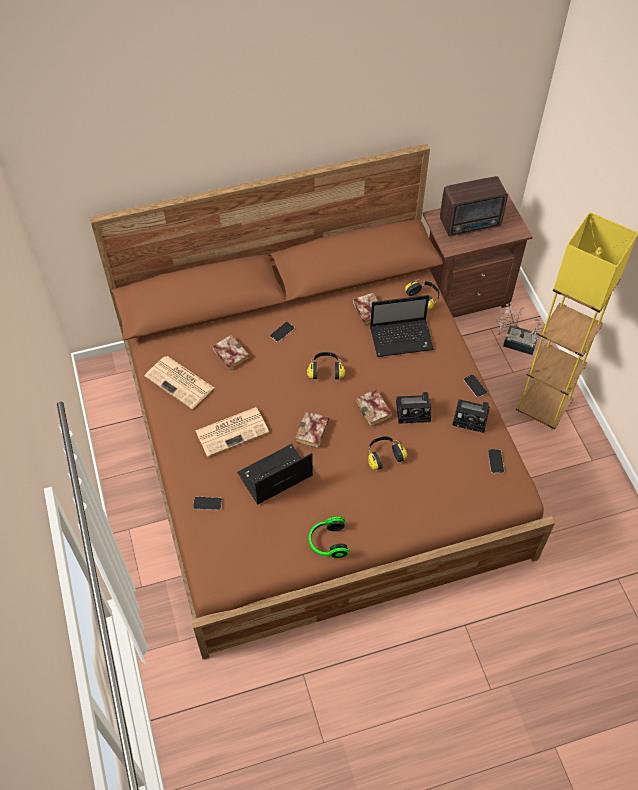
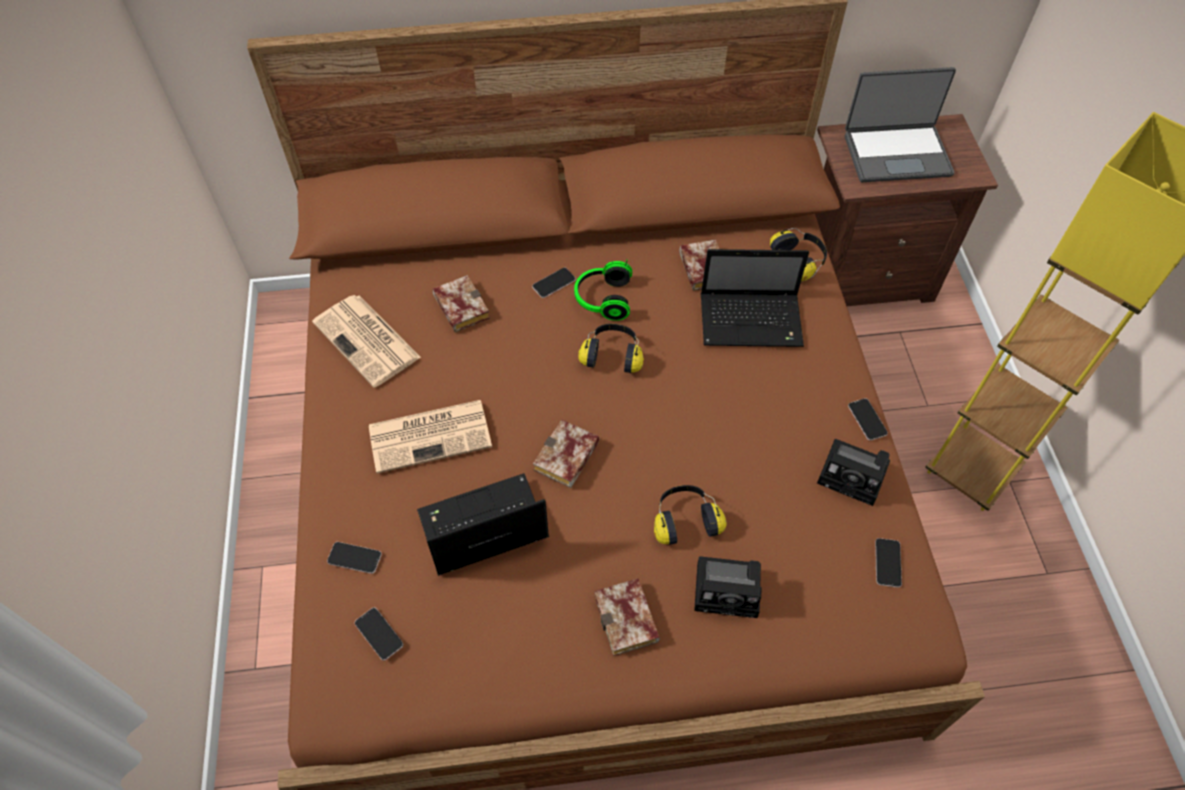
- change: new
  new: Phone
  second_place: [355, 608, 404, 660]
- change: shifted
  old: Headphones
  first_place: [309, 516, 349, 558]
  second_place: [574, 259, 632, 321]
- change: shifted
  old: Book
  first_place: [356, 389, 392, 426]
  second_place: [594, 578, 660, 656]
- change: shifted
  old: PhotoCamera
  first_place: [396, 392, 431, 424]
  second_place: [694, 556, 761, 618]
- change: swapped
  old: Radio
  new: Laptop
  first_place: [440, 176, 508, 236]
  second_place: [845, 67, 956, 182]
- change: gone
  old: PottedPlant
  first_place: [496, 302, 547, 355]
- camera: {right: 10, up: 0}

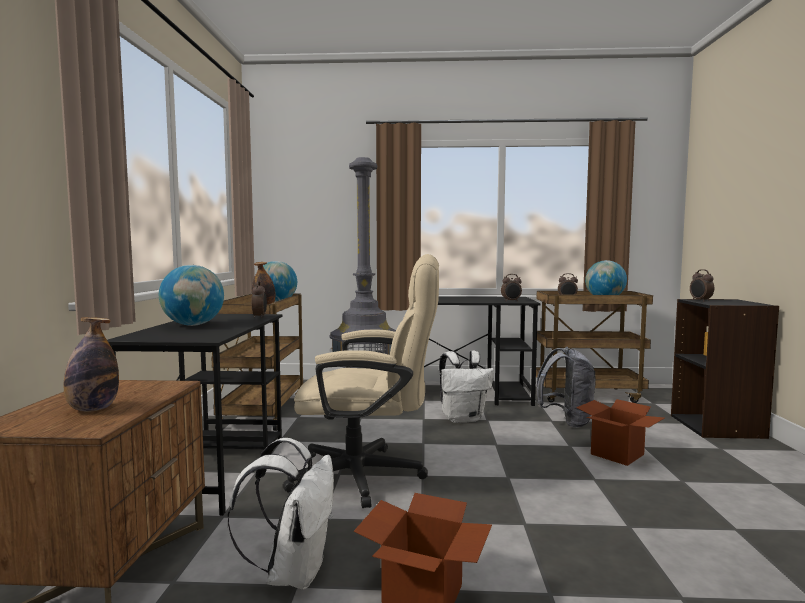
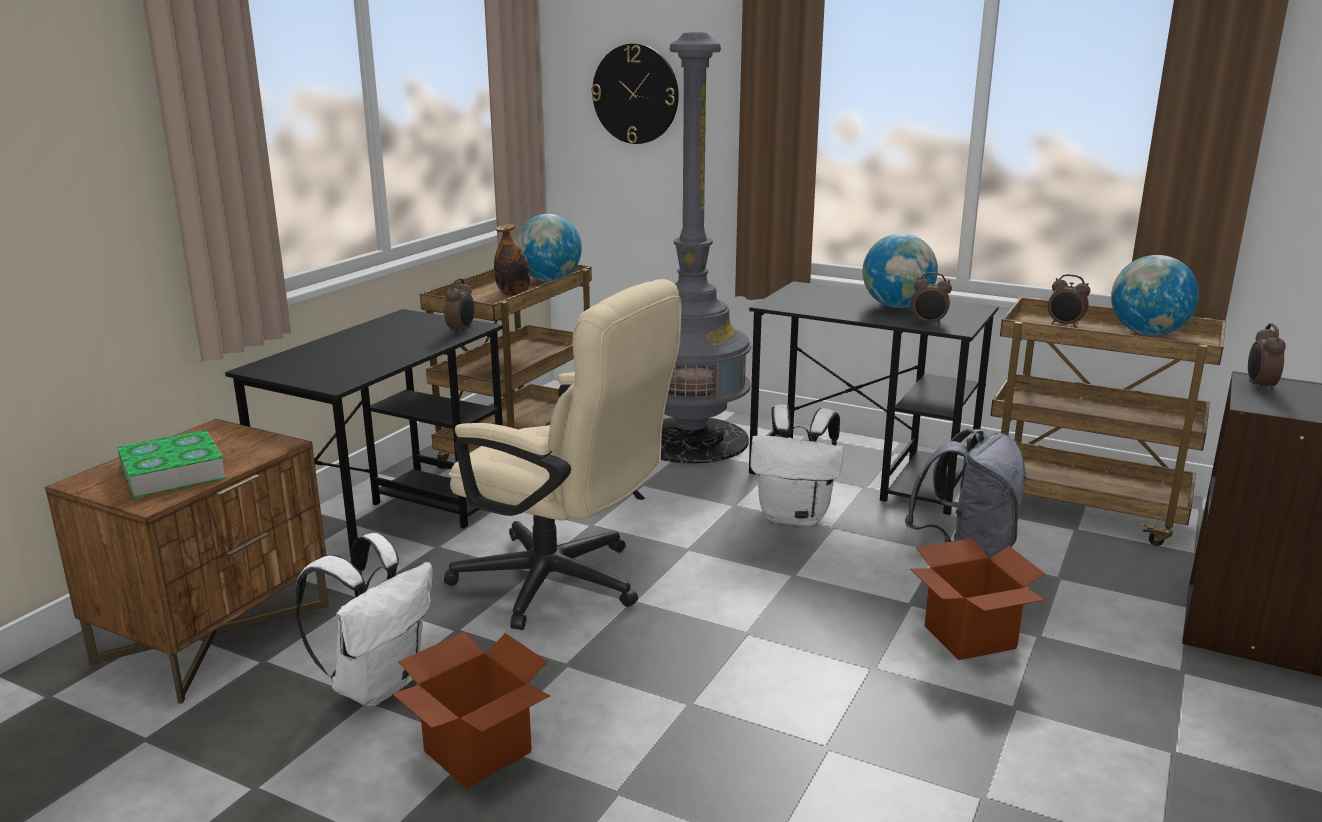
- change: swapped
  old: Bottle
  new: Book
  first_place: [64, 317, 119, 412]
  second_place: [117, 430, 227, 498]
- change: new
  new: WallClock
  second_place: [591, 44, 679, 144]
- change: shifted
  old: Globe
  first_place: [159, 265, 224, 326]
  second_place: [863, 233, 938, 308]
- camera: {right: 25, up: 15}

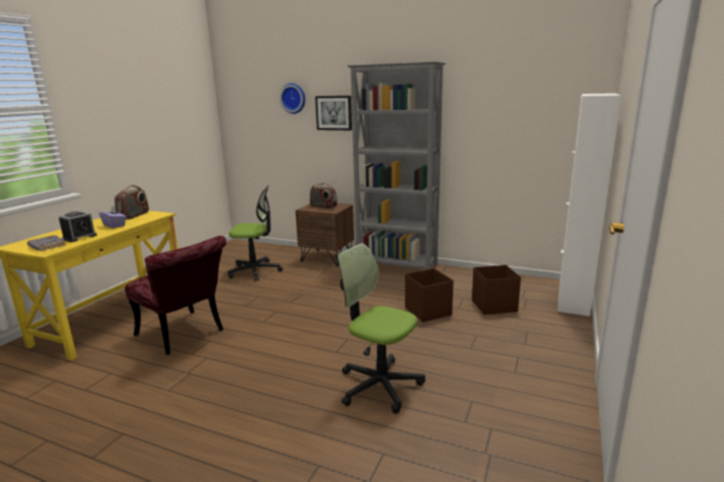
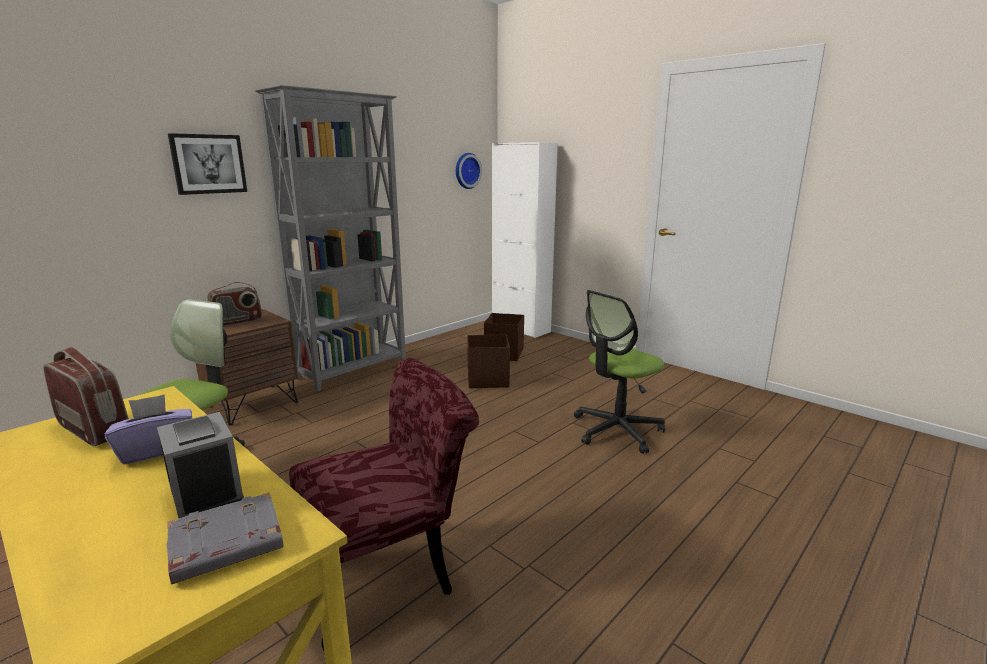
- change: shifted
  old: WallClock
  first_place: [280, 83, 305, 114]
  second_place: [456, 153, 482, 189]
- camera: {right: -70, up: 0}

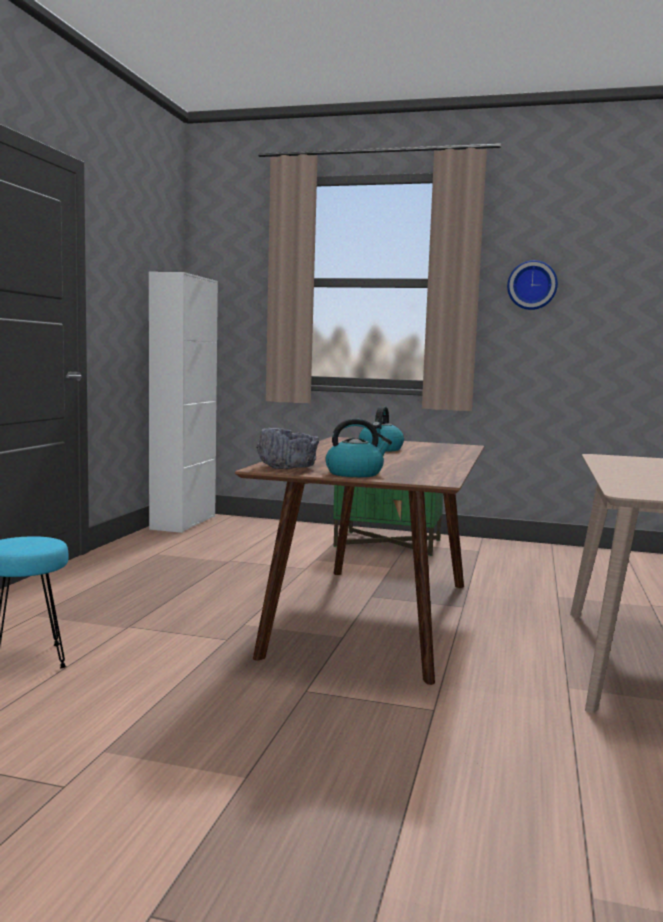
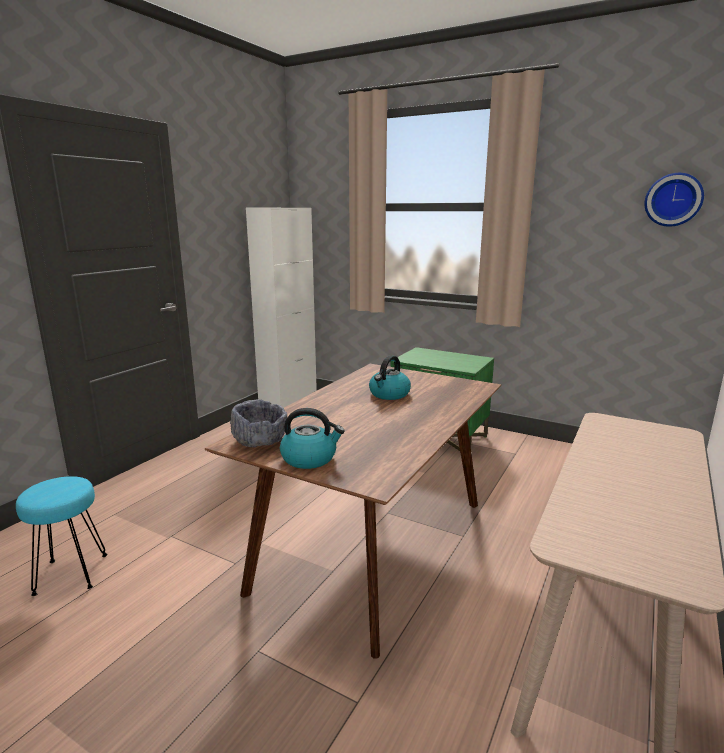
- change: shifted
  old: WallClock
  first_place: [507, 260, 558, 310]
  second_place: [644, 173, 704, 227]
- camera: {right: 15, up: 10}

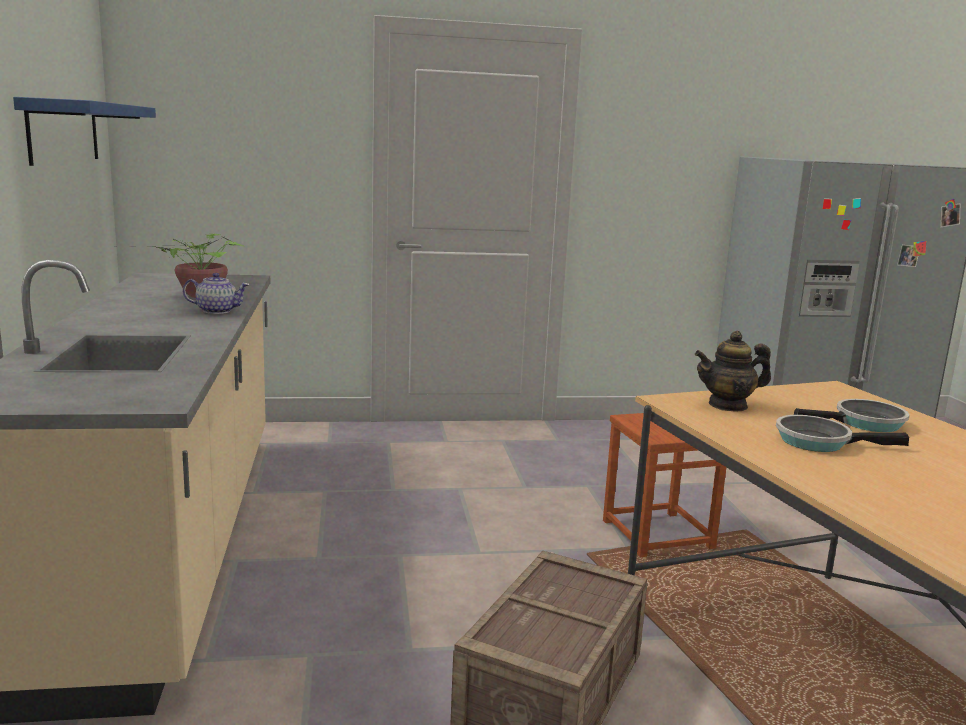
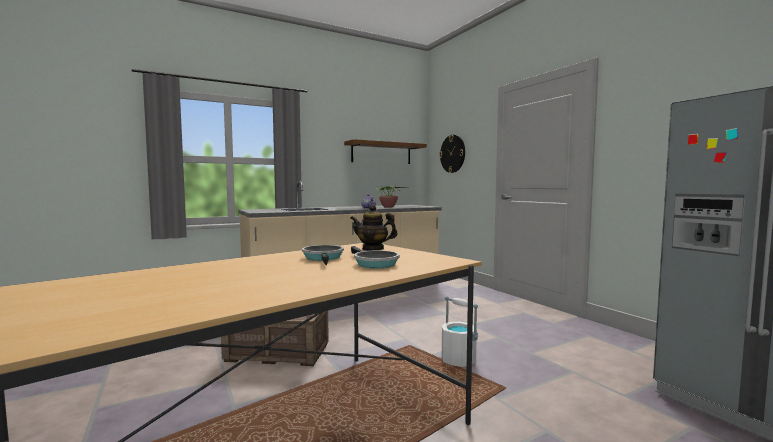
- change: repainted
  old: BlueShelf
  new: BrownShelf
  first_place: [13, 97, 156, 166]
  second_place: [344, 139, 427, 164]
- change: rotated
  old: Teapot
  first_place: [695, 331, 771, 412]
  second_place: [350, 205, 397, 251]
  degrees: -45
- change: new
  new: WallClock
  second_place: [439, 135, 465, 173]
- change: swapped
  old: BrownStool
  new: WhiteBucket
  first_place: [603, 413, 727, 557]
  second_place: [442, 296, 478, 367]
- camera: {right: 70, up: -10}

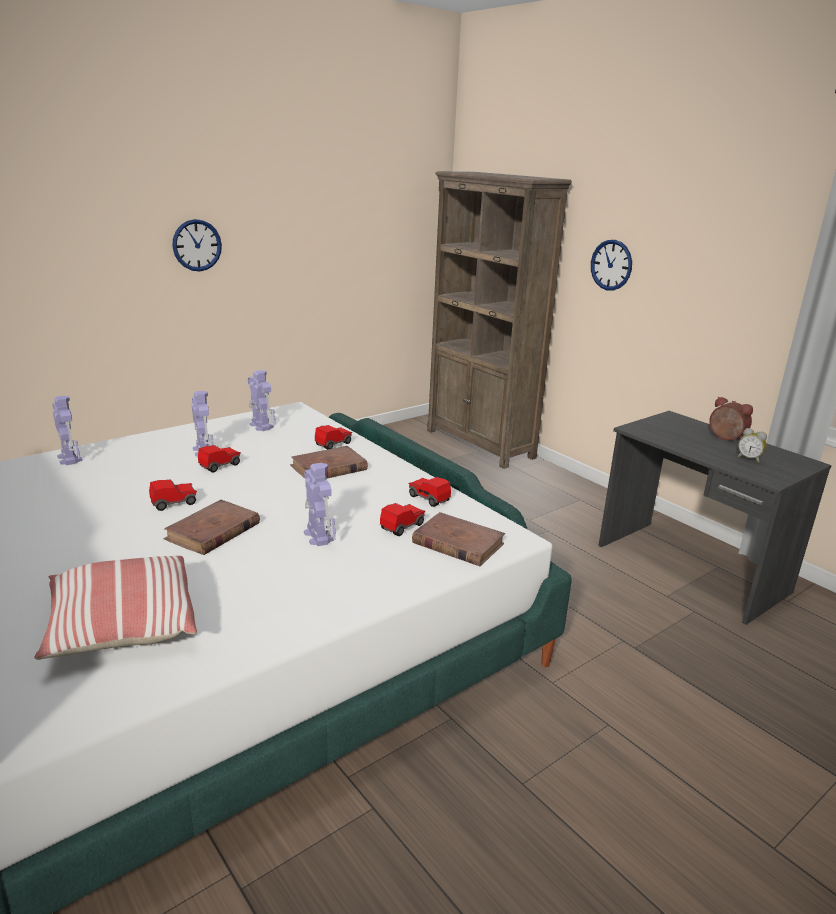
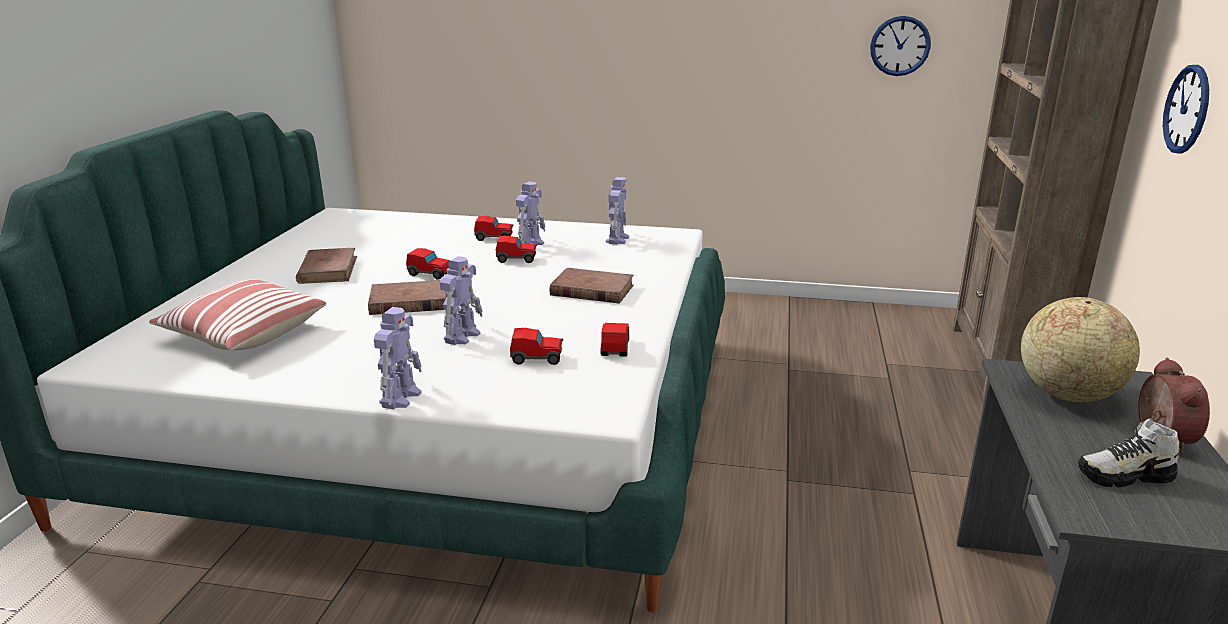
- change: shifted
  old: BrownBook
  first_place: [412, 512, 505, 566]
  second_place: [296, 248, 357, 284]
- change: shifted
  old: ToyRobot
  first_place: [53, 396, 83, 465]
  second_place: [374, 307, 422, 409]
- change: shifted
  old: ToyCar
  first_place: [315, 425, 352, 450]
  second_place: [474, 216, 513, 241]
- change: shifted
  old: WallClock
  first_place: [172, 219, 222, 271]
  second_place: [870, 16, 931, 76]
- change: new
  new: Globe
  second_place: [1021, 297, 1140, 402]
- change: swapped
  old: AlarmClock
  new: Shoe
  first_place: [738, 428, 767, 463]
  second_place: [1078, 418, 1180, 487]
- camera: {right: 50, up: 0}

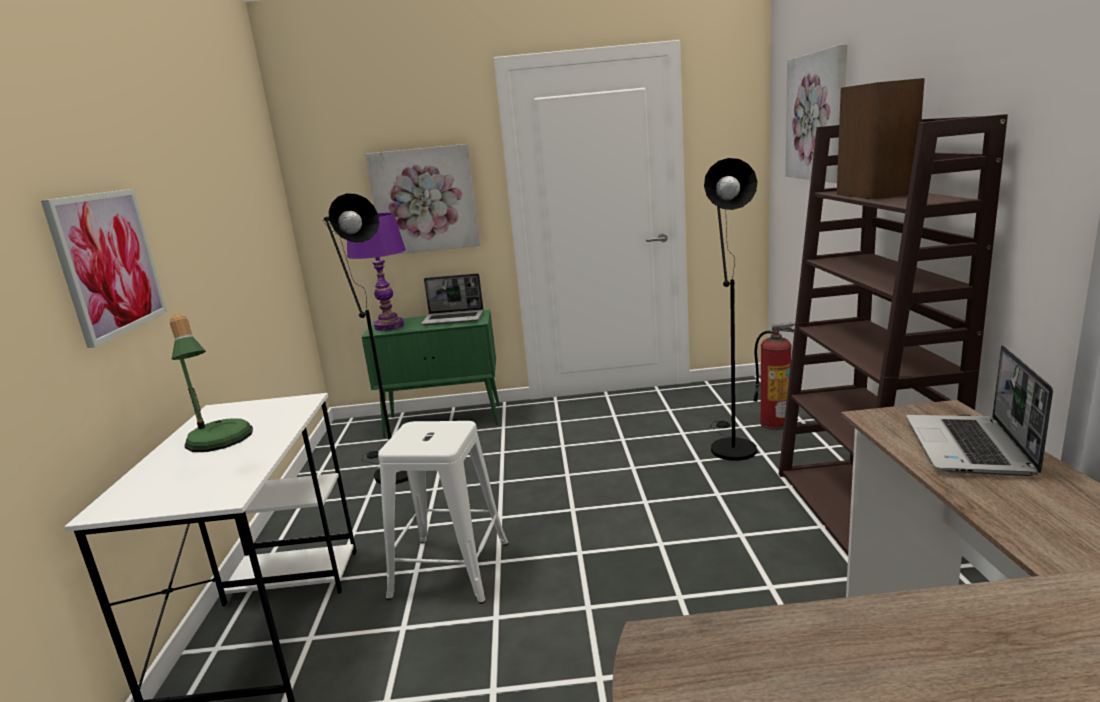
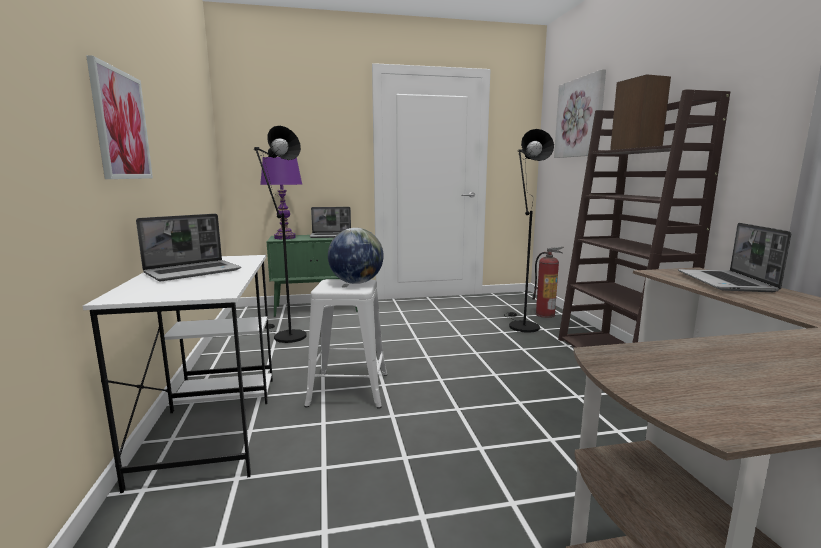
- change: swapped
  old: TableLamp
  new: Laptop
  first_place: [170, 314, 253, 452]
  second_place: [136, 214, 241, 281]
- change: new
  new: Globe
  second_place: [328, 228, 384, 284]
- change: gone
  old: Picture
  first_place: [365, 144, 480, 255]
- camera: {right: -10, up: -5}

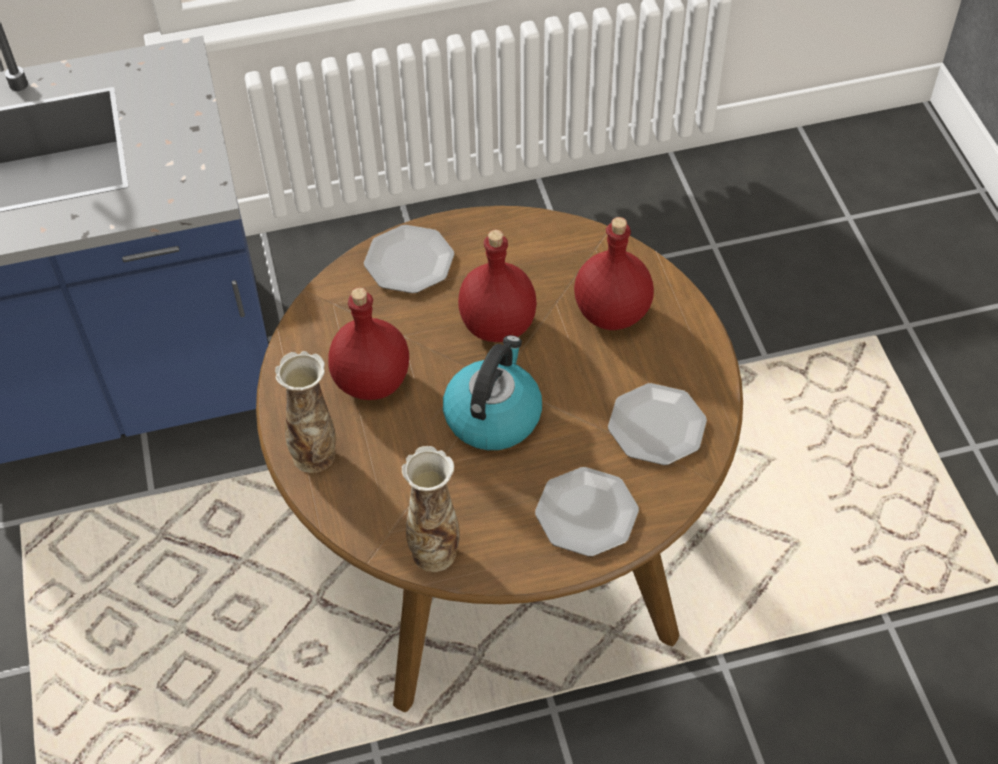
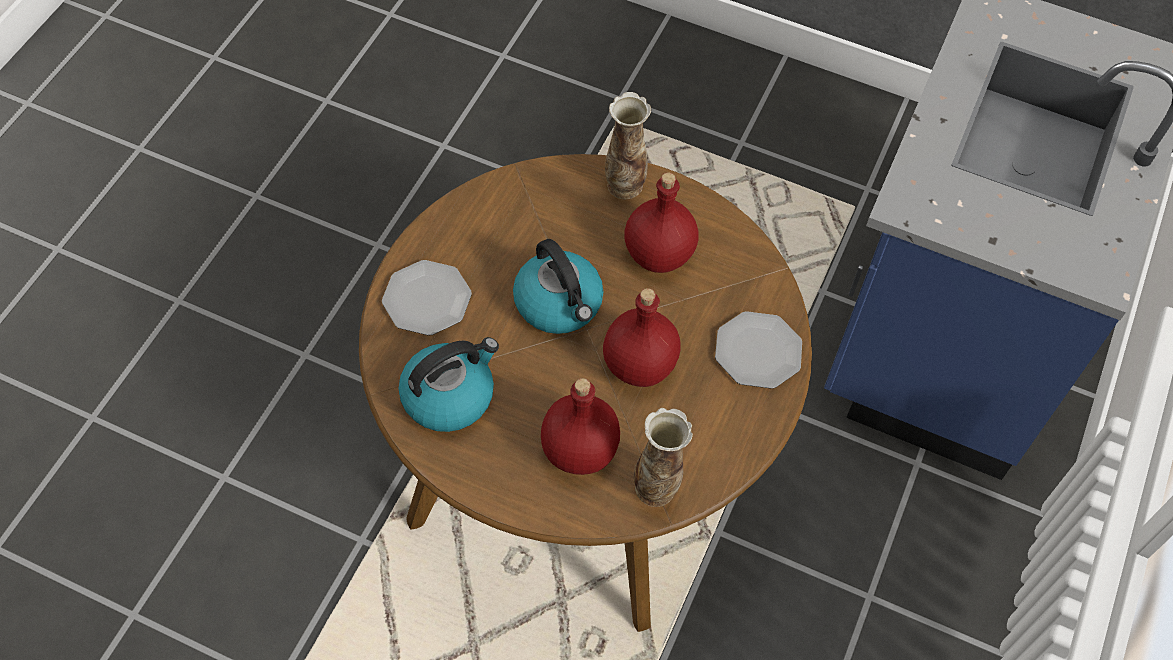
- change: swapped
  old: Plate
  new: Kettle
  first_place: [608, 383, 707, 465]
  second_place: [399, 337, 499, 432]
- change: shifted
  old: Vase
  first_place: [402, 446, 460, 572]
  second_place: [634, 408, 693, 507]
- camera: {right: 125, up: 5}

